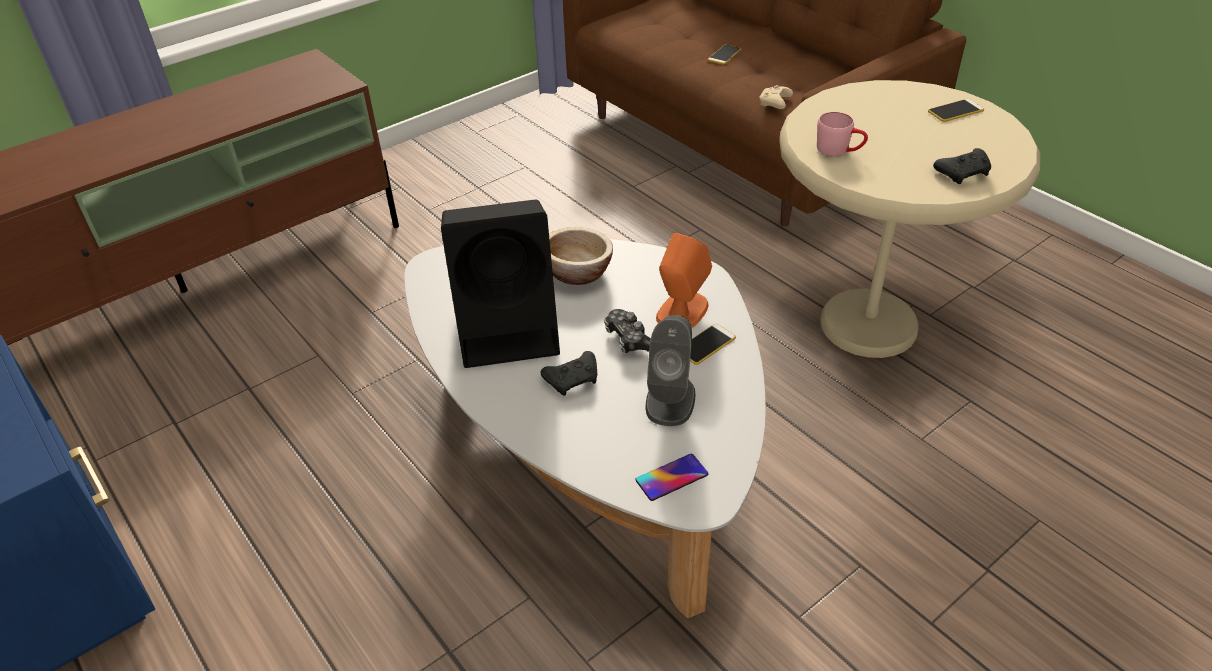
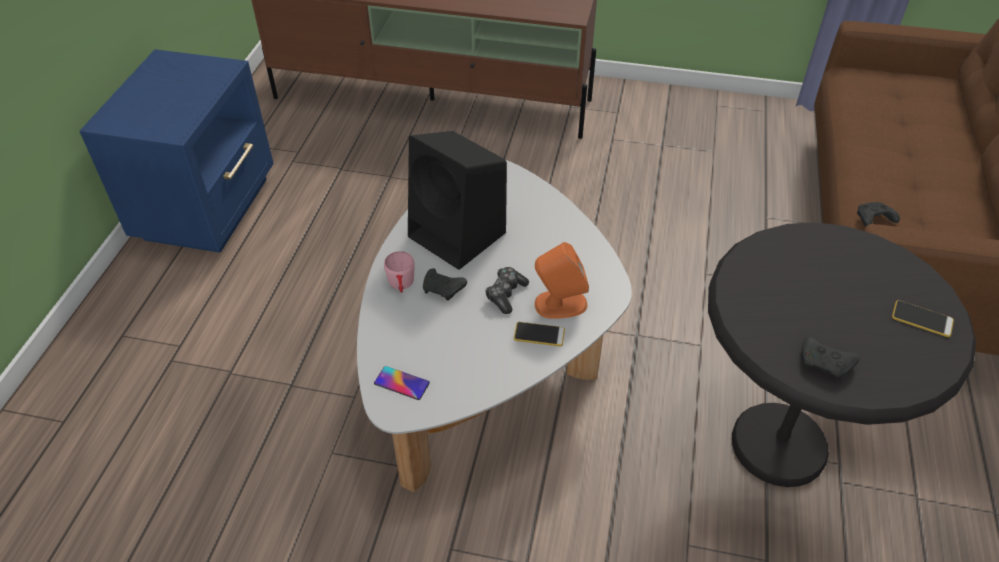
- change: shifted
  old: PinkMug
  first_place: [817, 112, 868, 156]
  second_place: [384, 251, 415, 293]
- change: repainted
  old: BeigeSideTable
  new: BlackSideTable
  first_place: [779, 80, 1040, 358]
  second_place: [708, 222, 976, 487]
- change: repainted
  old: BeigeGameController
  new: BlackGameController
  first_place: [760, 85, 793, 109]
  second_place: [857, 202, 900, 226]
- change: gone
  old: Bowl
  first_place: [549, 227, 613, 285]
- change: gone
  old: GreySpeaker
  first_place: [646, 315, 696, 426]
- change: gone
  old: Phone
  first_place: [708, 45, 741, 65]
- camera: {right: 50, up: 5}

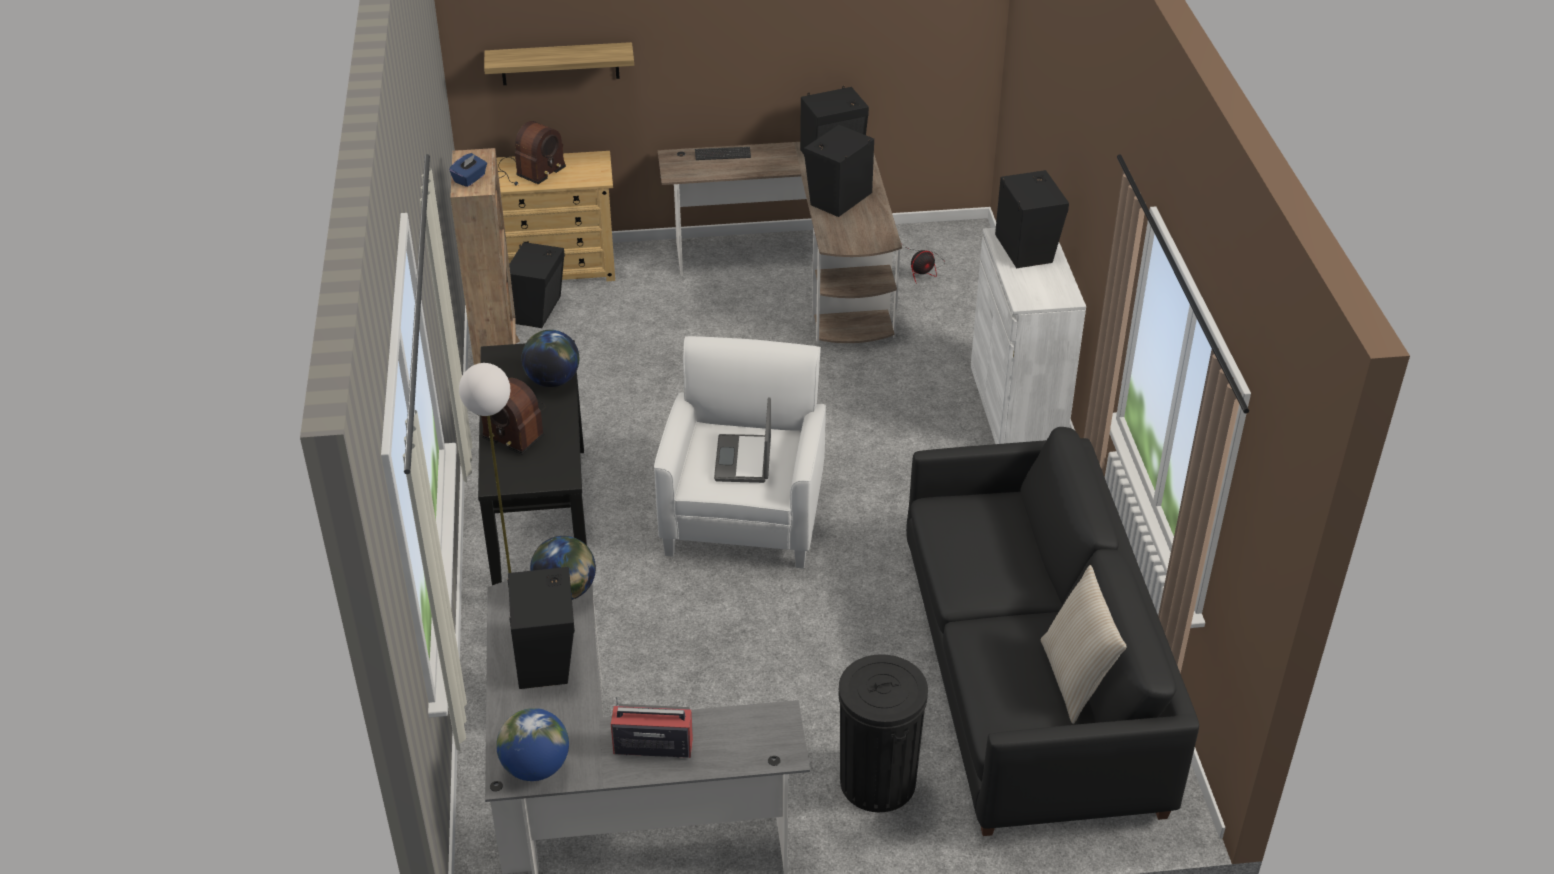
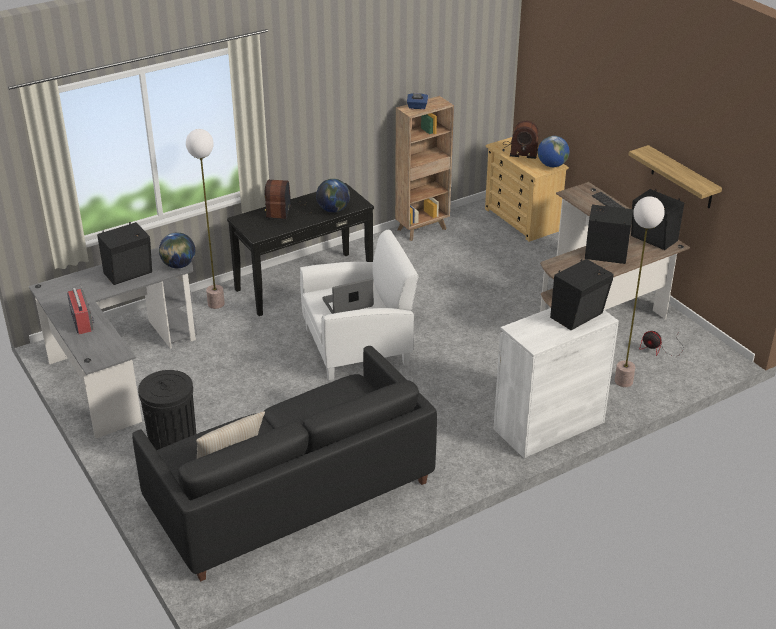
- change: shifted
  old: Globe
  first_place: [496, 708, 569, 781]
  second_place: [538, 136, 569, 167]
- change: new
  new: FloorLamp
  second_place: [615, 196, 665, 387]
- change: shifted
  old: Shelf
  first_place: [484, 42, 634, 85]
  second_place: [629, 145, 722, 209]
- change: gone
  old: BlackSpeaker
  first_place: [509, 242, 565, 328]
- camera: {right: 65, up: -5}

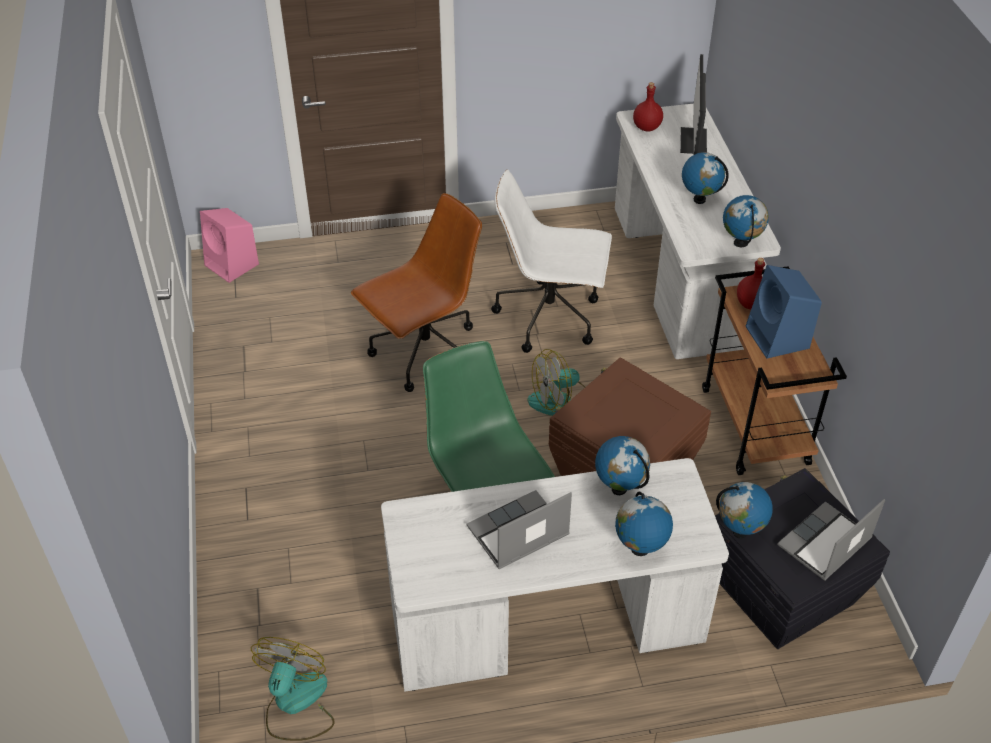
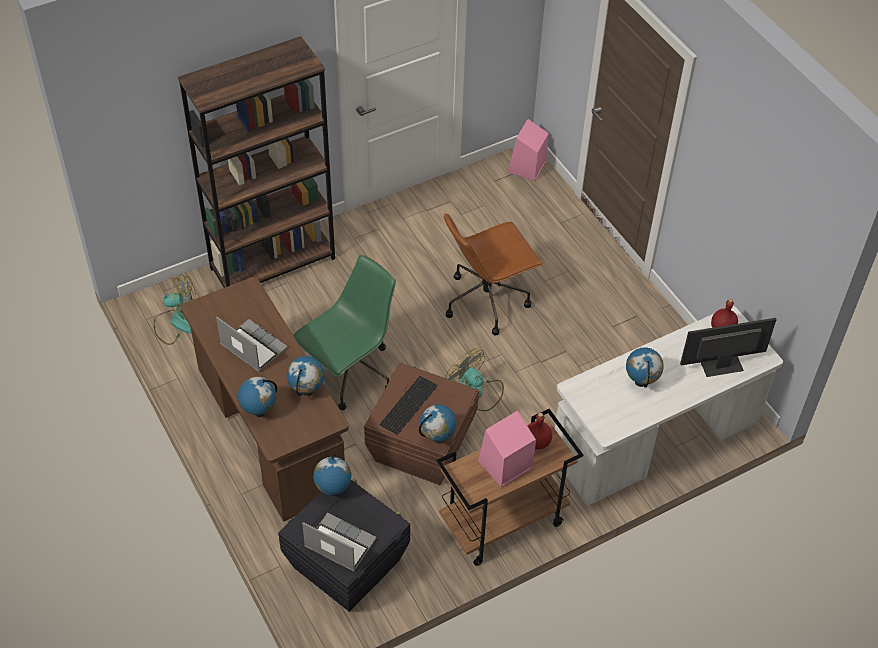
- change: new
  new: BrownBookcase
  second_place: [178, 36, 335, 288]
- change: repainted
  old: WhiteDesk
  new: BrownDesk
  first_place: [381, 458, 729, 692]
  second_place: [181, 277, 349, 522]
- change: new
  new: Keyboard
  second_place: [379, 376, 437, 435]
- change: shifted
  old: Globe
  first_place: [723, 195, 769, 247]
  second_place: [419, 404, 457, 443]
- change: rotated
  old: BrownOfficeChair
  first_place: [351, 193, 482, 392]
  second_place: [444, 213, 544, 336]
  degrees: 120
- change: repainted
  old: BlueSpeaker
  new: PinkSpeaker
  first_place: [746, 265, 822, 358]
  second_place: [478, 411, 536, 487]
- change: gone
  old: WhiteOfficeChair
  first_place: [491, 170, 612, 353]
- camera: {right: 70, up: 5}

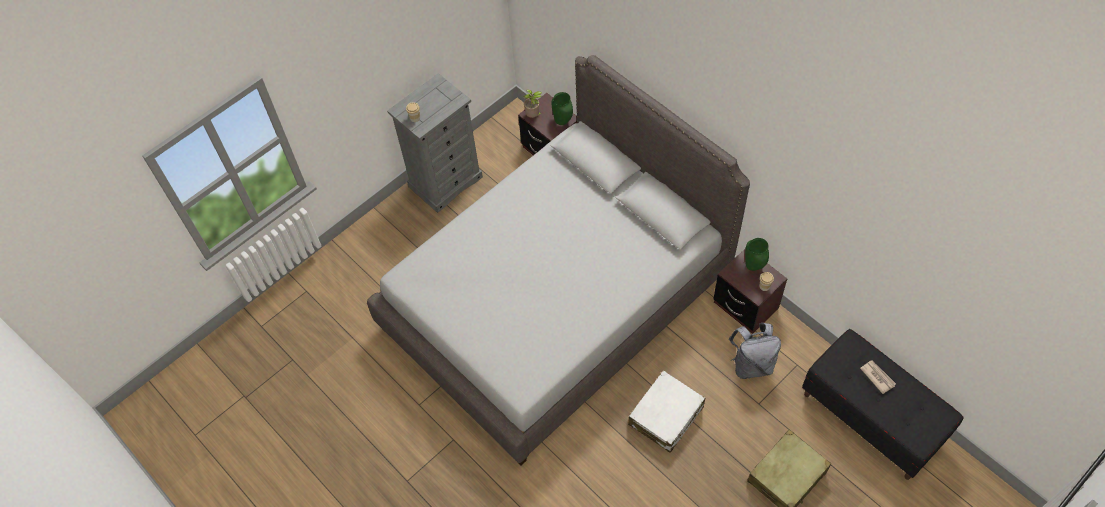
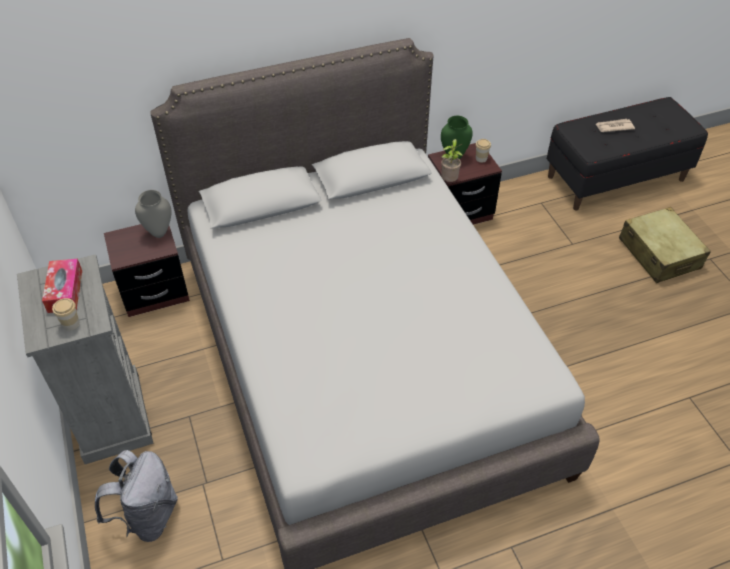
- change: new
  new: TissueBox
  second_place: [42, 259, 82, 313]
- change: shifted
  old: GreyBackpack
  first_place: [728, 323, 781, 379]
  second_place: [95, 450, 178, 542]
- change: repainted
  old: GreenVase
  new: GreyVase
  first_place: [552, 92, 573, 125]
  second_place: [135, 190, 172, 238]
- change: shifted
  old: PottedPlant
  first_place: [523, 89, 543, 118]
  second_place: [441, 139, 463, 182]
- change: gone
  old: WhiteSuitcase
  first_place: [628, 371, 705, 453]
- camera: {right: -70, up: -10}

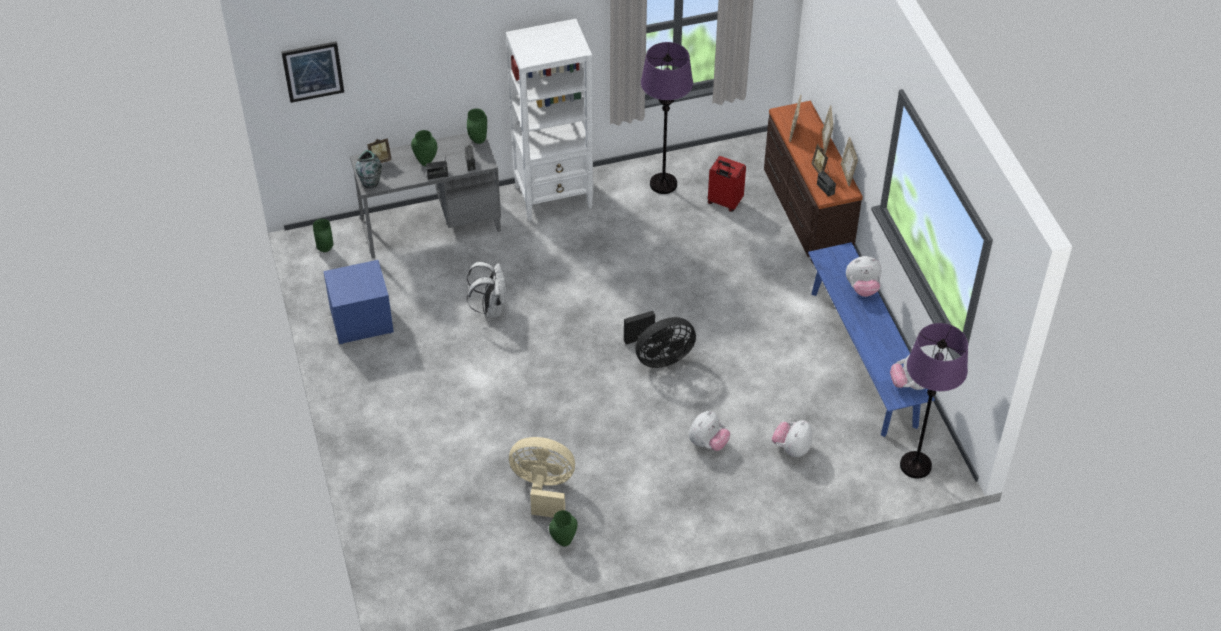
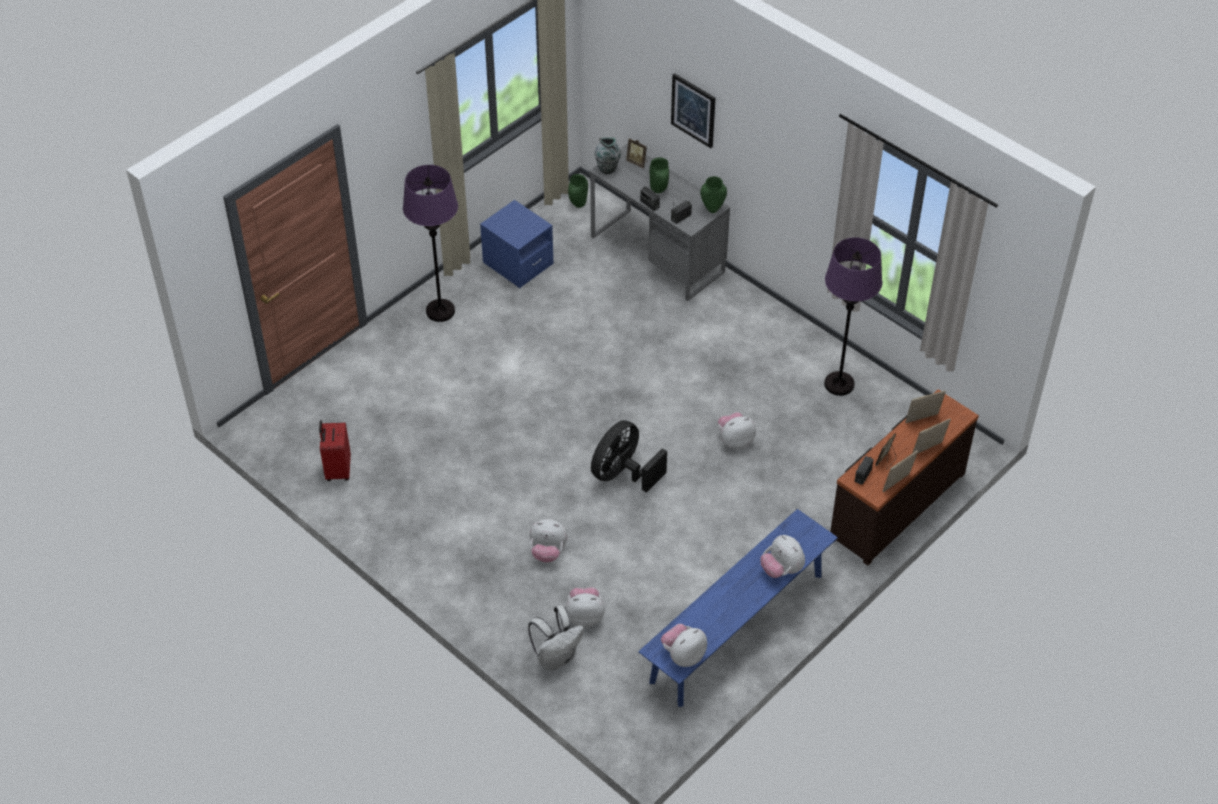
- change: shifted
  old: RedSuitcase
  first_place: [708, 156, 746, 212]
  second_place: [319, 420, 351, 481]
- change: shifted
  old: PurpleFloorLamp
  first_place: [900, 323, 968, 478]
  second_place: [403, 165, 458, 322]
- change: shifted
  old: WhiteBackpack
  first_place: [466, 262, 506, 317]
  second_place: [528, 605, 584, 671]
- change: rotated
  old: BlackFan
  first_place: [624, 311, 696, 368]
  second_place: [591, 420, 667, 493]
  degrees: 90
- change: shifted
  old: Picture
  first_place: [281, 41, 344, 103]
  second_place: [671, 73, 715, 148]
- change: new
  new: PlushToy
  second_place: [718, 412, 756, 449]
- change: gone
  old: WhiteBookcase
  first_place: [506, 19, 593, 221]
- change: gone
  old: BeigeFan
  first_place: [509, 437, 575, 518]
- change: gone
  old: GreenVase
  first_place: [549, 510, 578, 547]
- camera: {right: 60, up: 0}

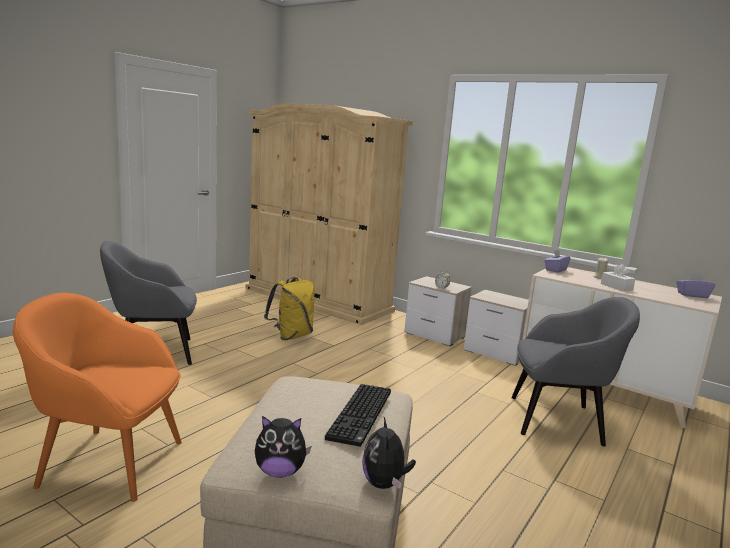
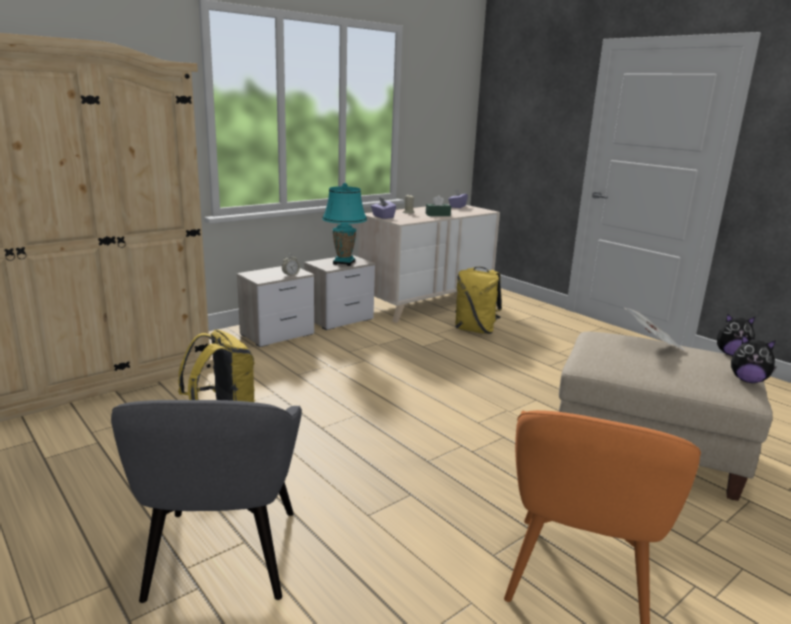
- change: new
  new: TurquoiseTableLamp
  second_place: [322, 183, 367, 266]
- change: repainted
  old: WhiteTissueBox
  new: GreenTissueBox
  first_place: [601, 264, 635, 291]
  second_place: [426, 195, 451, 216]
- change: swapped
  old: GreyArmchair
  new: YellowBackpack
  first_place: [511, 297, 640, 446]
  second_place: [455, 267, 502, 334]
- change: swapped
  old: Keyboard
  new: Newspaper
  first_place: [325, 384, 391, 447]
  second_place: [623, 307, 687, 351]
- change: rotated
  old: PlushToy
  first_place: [255, 416, 311, 478]
  second_place: [731, 335, 777, 383]
  degrees: 105
- camera: {right: -75, up: 5}

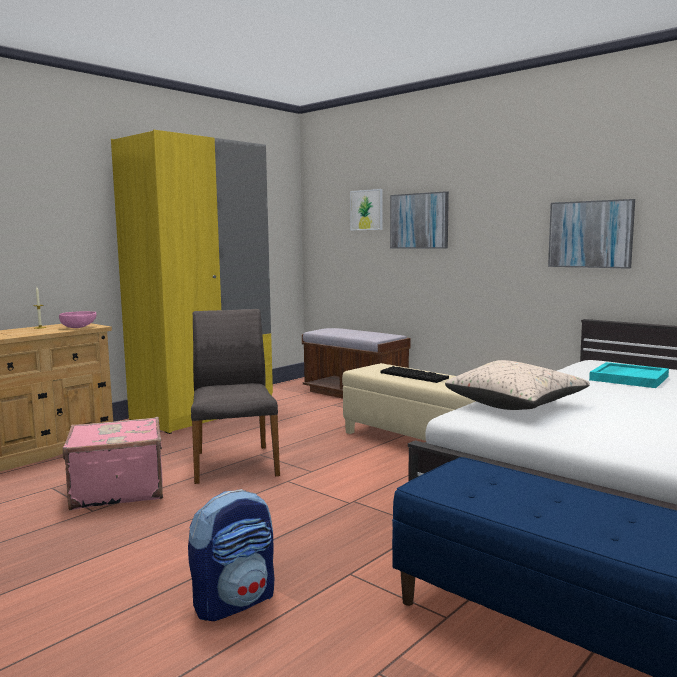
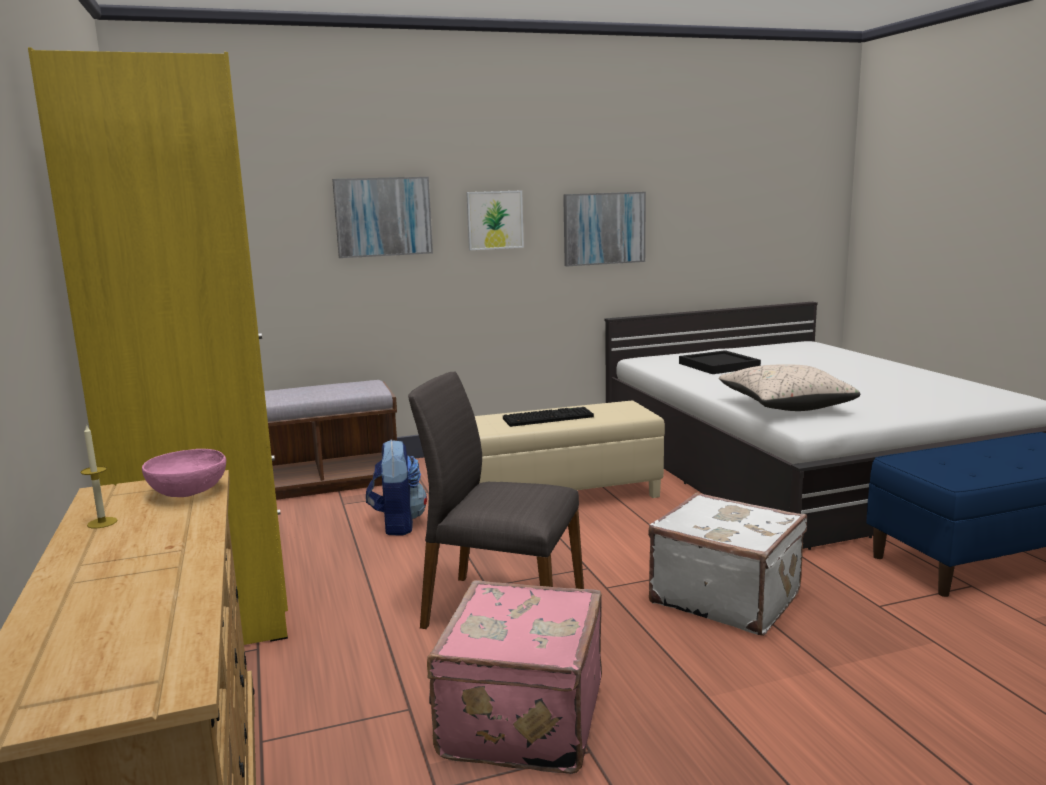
- change: shifted
  old: Backpack
  first_place: [188, 489, 274, 621]
  second_place: [366, 440, 427, 535]
- change: shifted
  old: Picture
  first_place: [350, 189, 382, 230]
  second_place: [466, 190, 524, 250]
- change: new
  new: WhiteSuitcase
  second_place: [648, 492, 807, 636]
- change: repainted
  old: TurquoiseTray
  new: BlackTray
  first_place: [589, 362, 669, 388]
  second_place: [679, 350, 761, 374]
- camera: {right: -60, up: 5}

